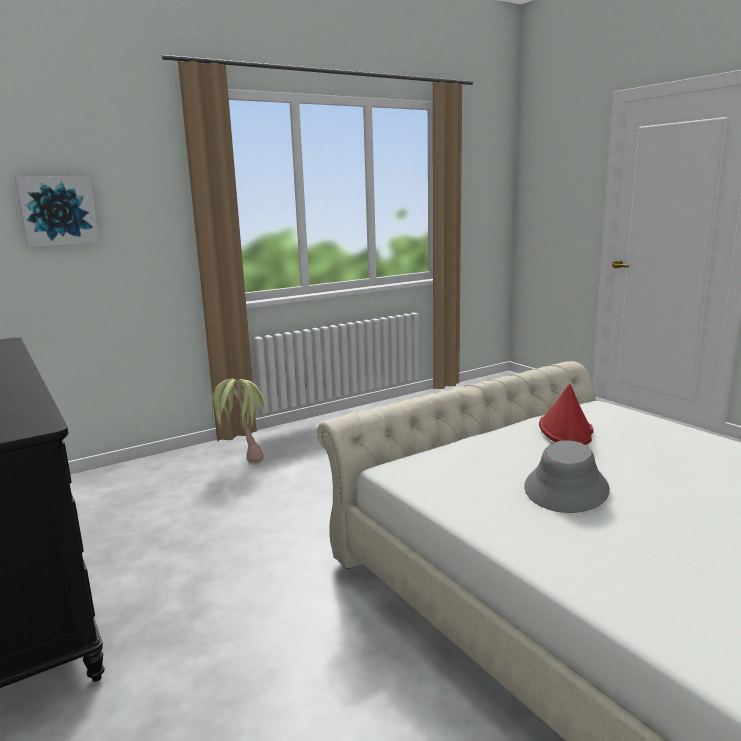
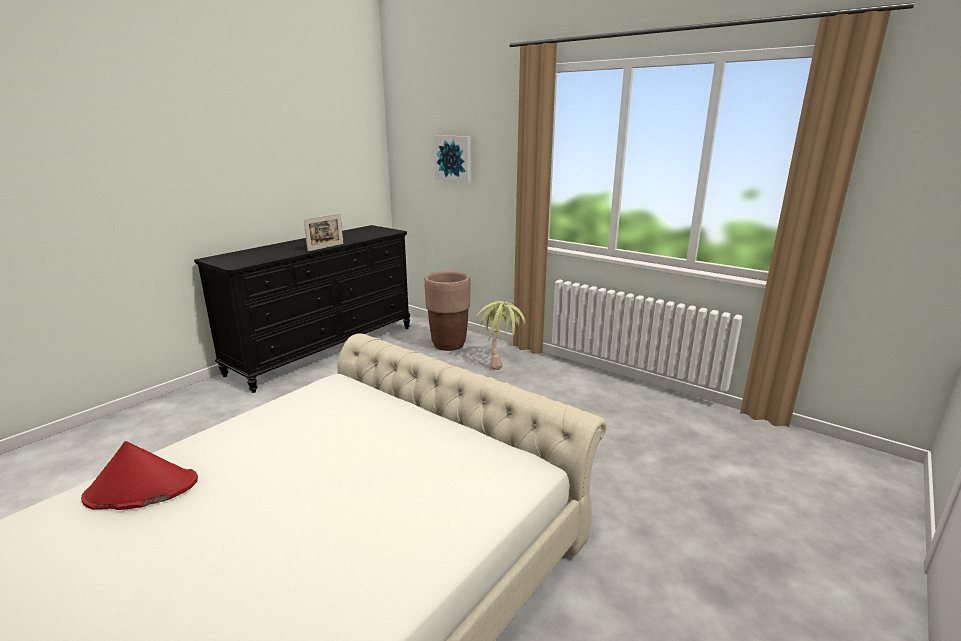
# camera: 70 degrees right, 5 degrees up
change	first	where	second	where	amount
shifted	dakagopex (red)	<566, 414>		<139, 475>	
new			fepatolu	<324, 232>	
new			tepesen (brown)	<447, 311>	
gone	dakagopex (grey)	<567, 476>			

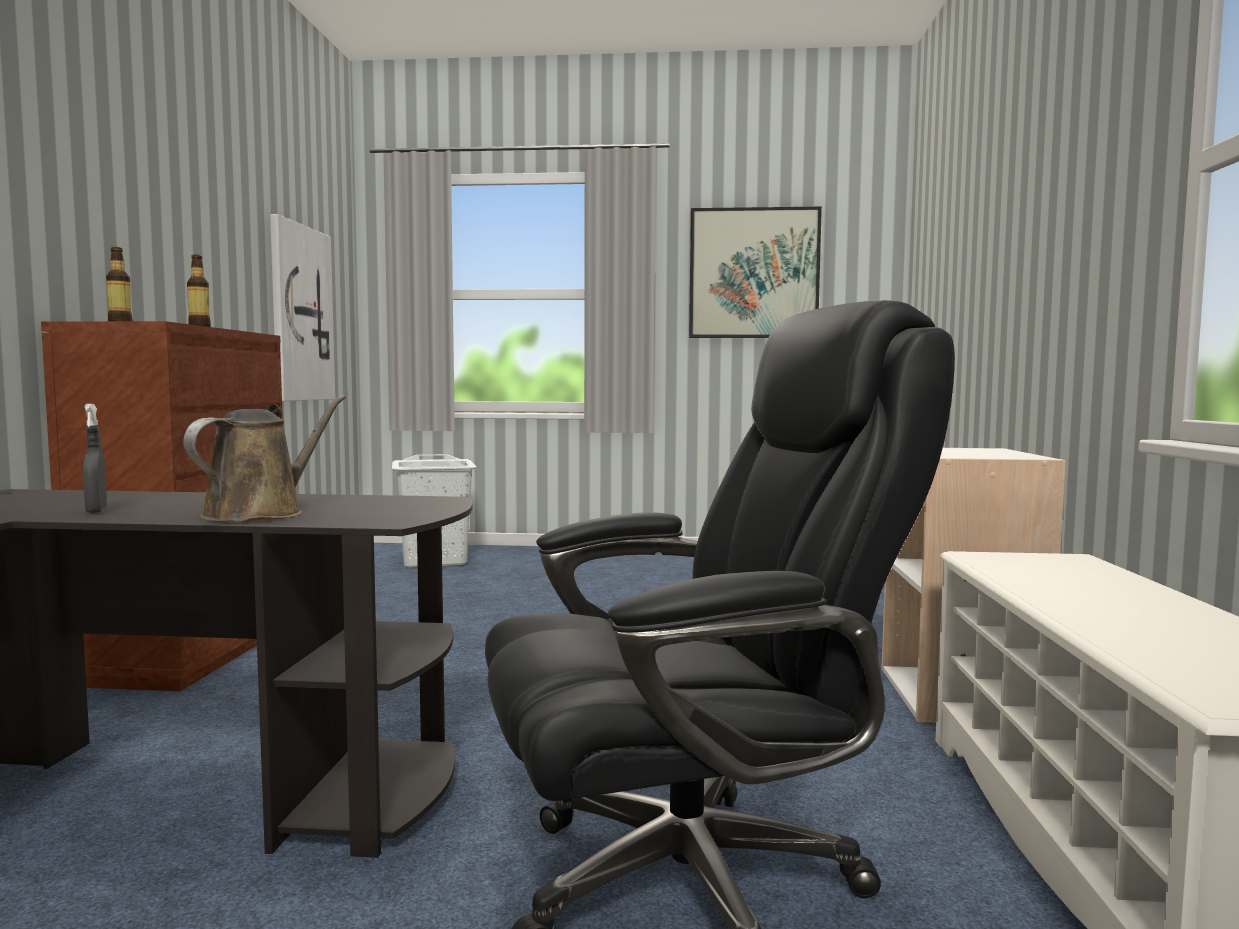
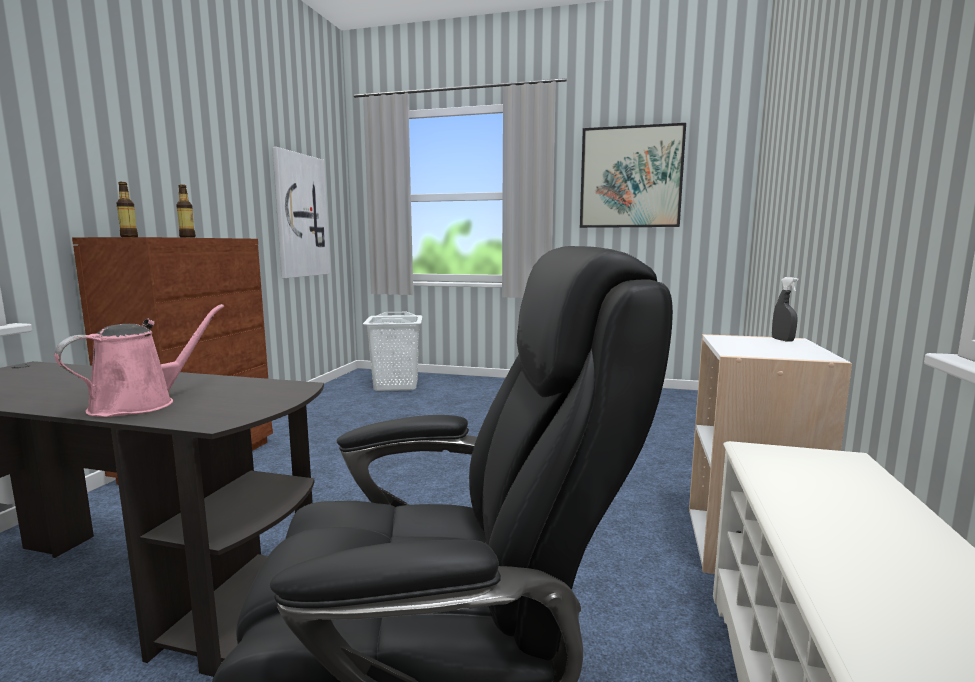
# camera: 10 degrees right, 5 degrees up
change	first	where	second	where	amount
repainted	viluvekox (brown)	<264, 458>	viluvekox (pink)	<139, 360>	
shifted	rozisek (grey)	<95, 458>		<785, 309>	

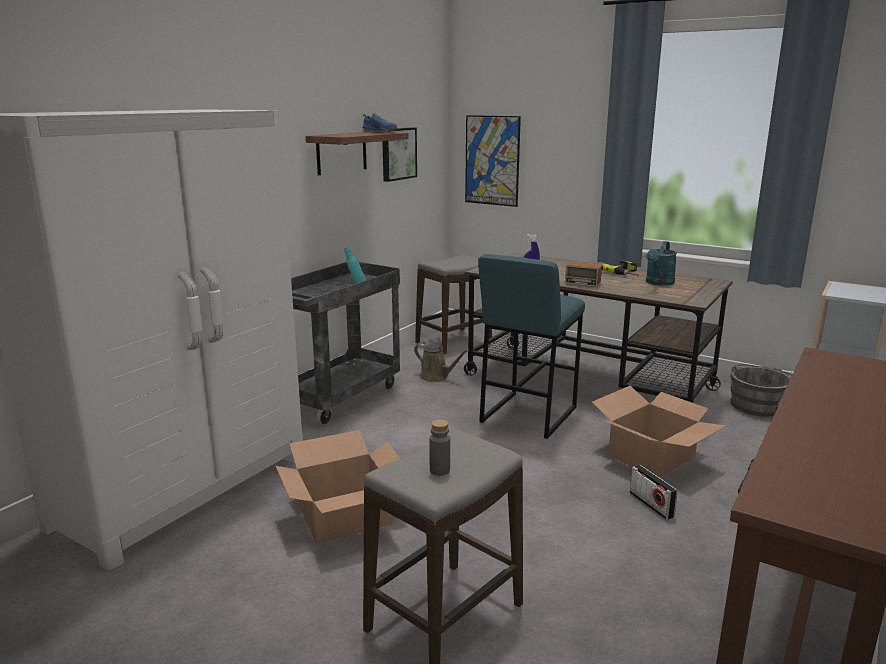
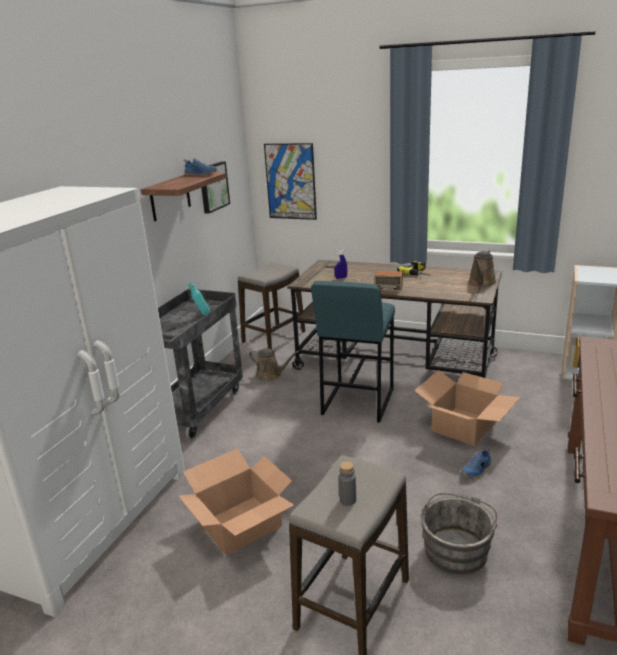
# camera: 10 degrees left, 5 degrees up
change	first	where	second	where	amount
shifted	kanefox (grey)	<761, 390>		<459, 534>	
swapped	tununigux	<654, 492>	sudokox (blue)	<476, 463>	
new			viluvekox (brown)	<482, 268>	
gone	viluvekox (turquoise)	<661, 263>			

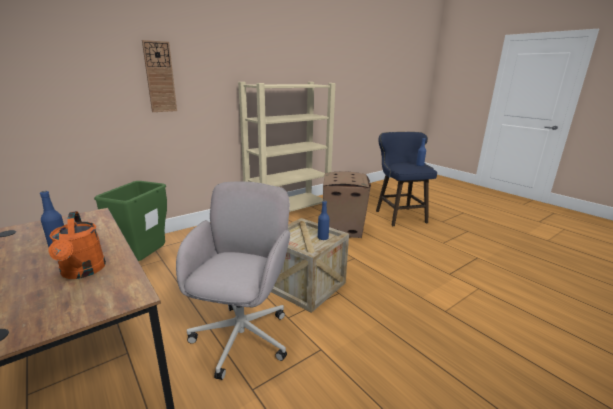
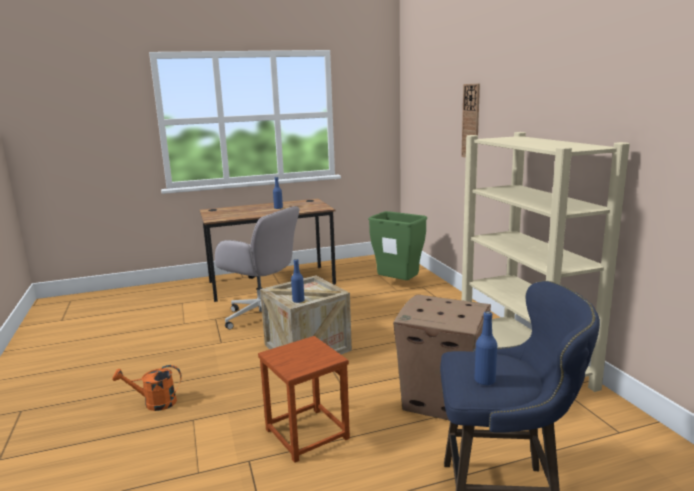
# camera: 110 degrees right, 5 degrees down
change	first	where	second	where	amount
shifted	viluvekox (orange)	<77, 245>		<147, 388>	
new			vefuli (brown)	<304, 399>	

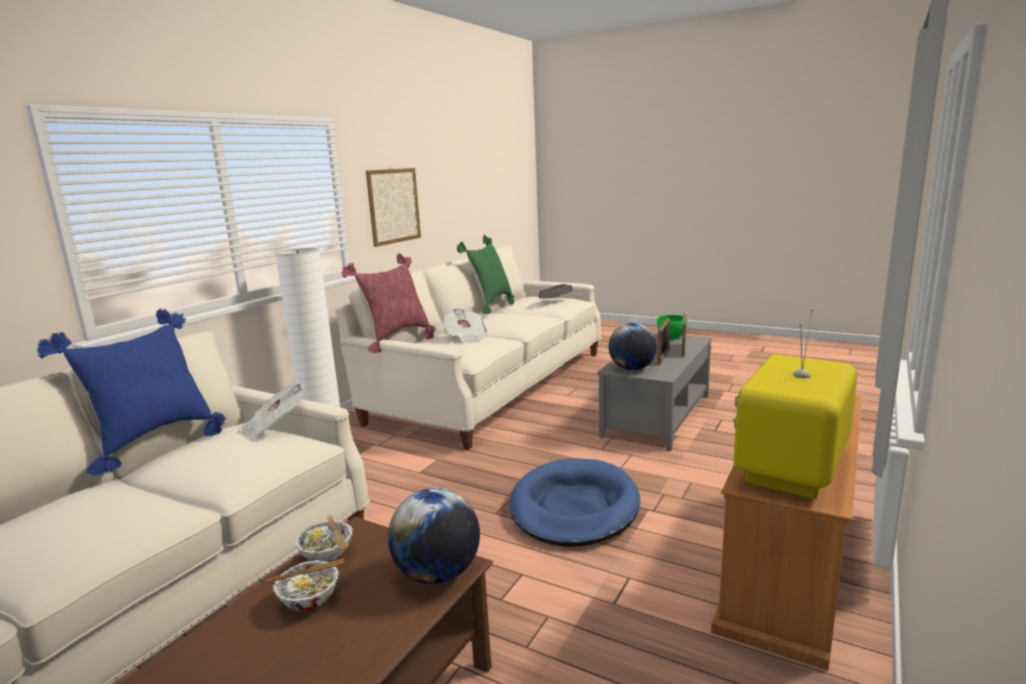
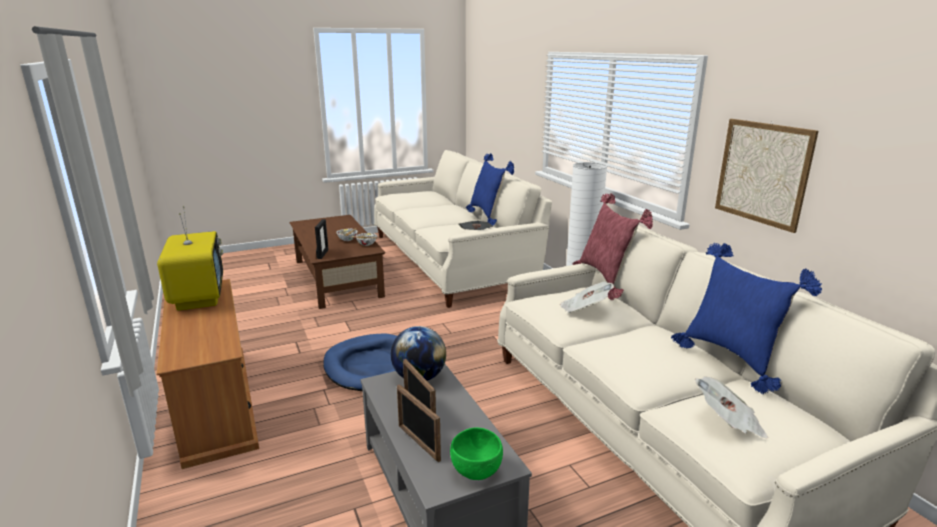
# camera: 125 degrees right, 5 degrees up
change	first	where	second	where	amount
swapped	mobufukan	<434, 536>	fepatolu	<322, 239>	
repainted	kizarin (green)	<485, 275>	kizarin (blue)	<746, 319>	

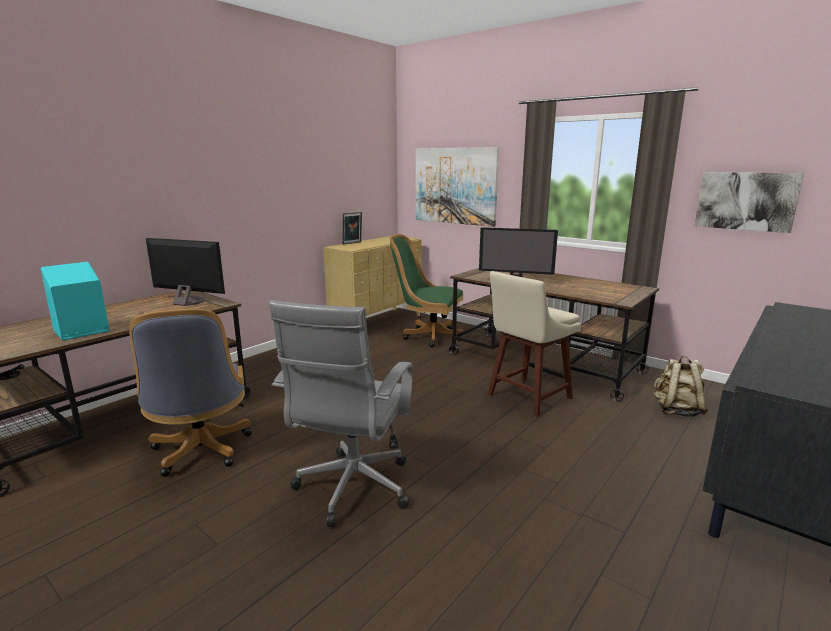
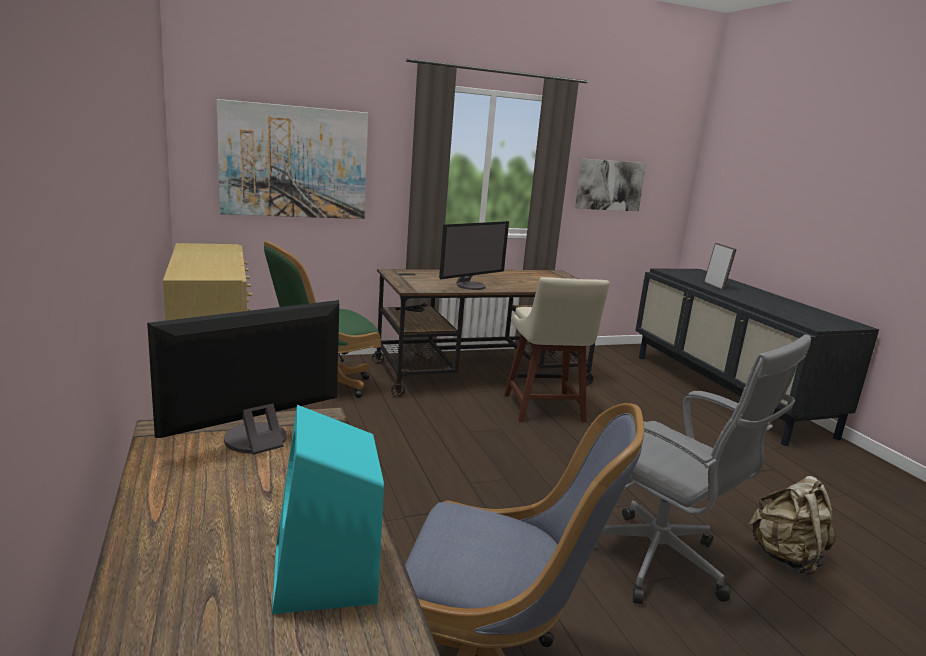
# camera: 60 degrees left, 0 degrees up
change	first	where	second	where	amount
shifted	fepatolu	<352, 228>		<720, 266>	
shifted	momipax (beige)	<681, 386>		<792, 526>	

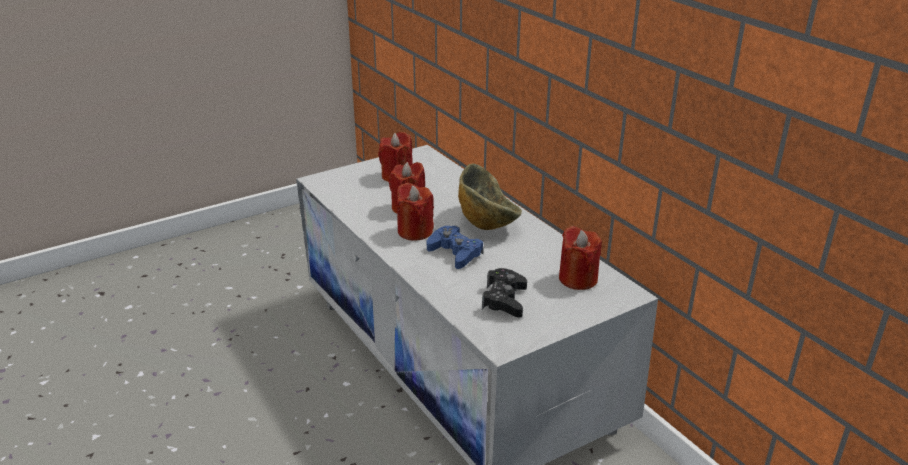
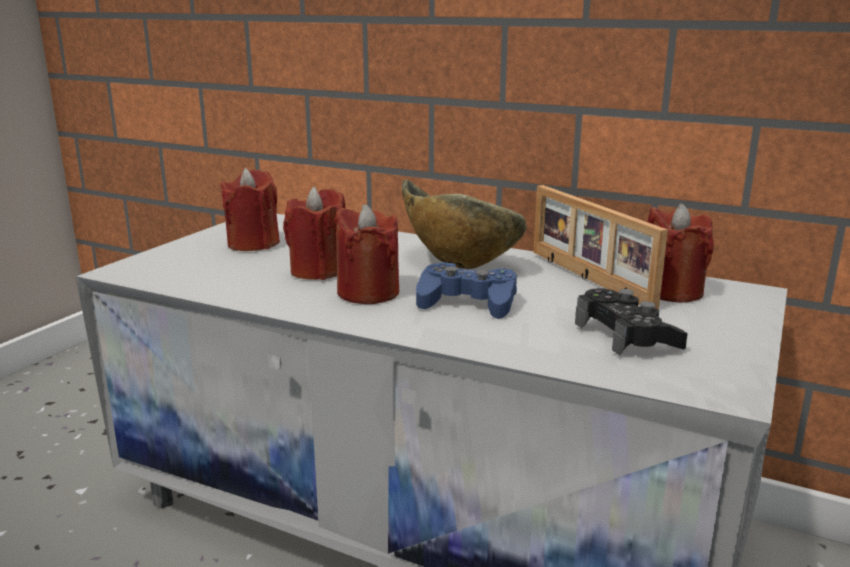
# camera: 30 degrees left, 10 degrees down
change	first	where	second	where	amount
new			fepatolu	<601, 247>	

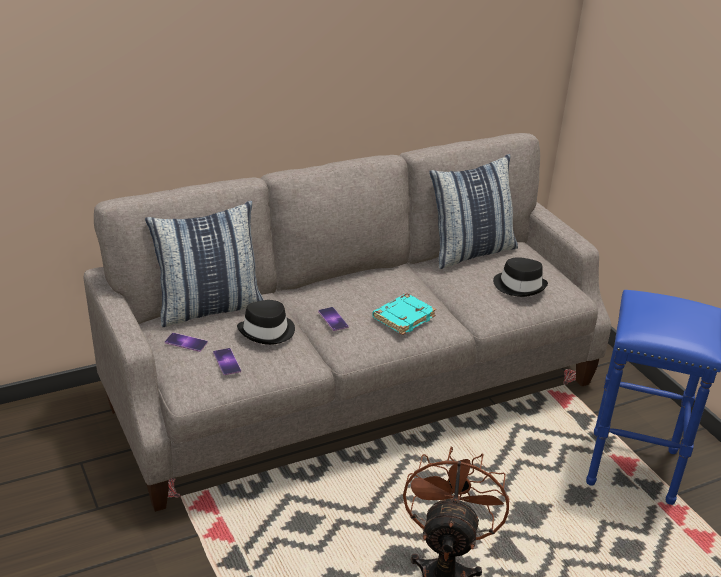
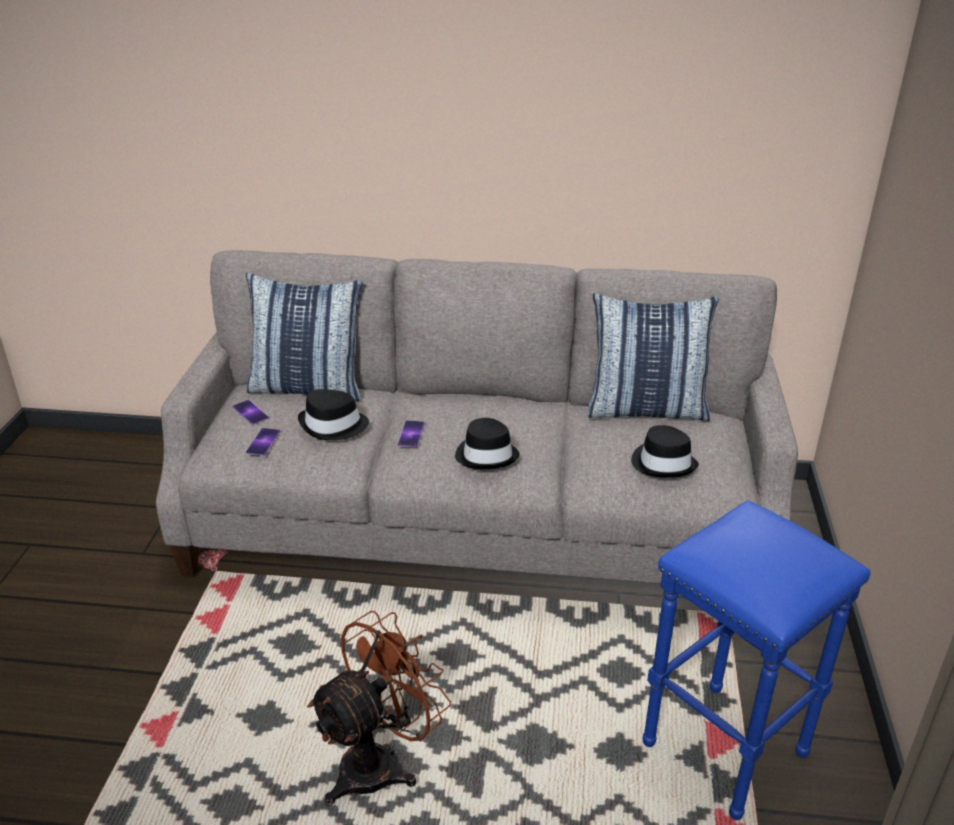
# camera: 35 degrees right, 0 degrees up
change	first	where	second	where	amount
swapped	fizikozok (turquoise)	<404, 314>	dakagopex (black)	<487, 443>	

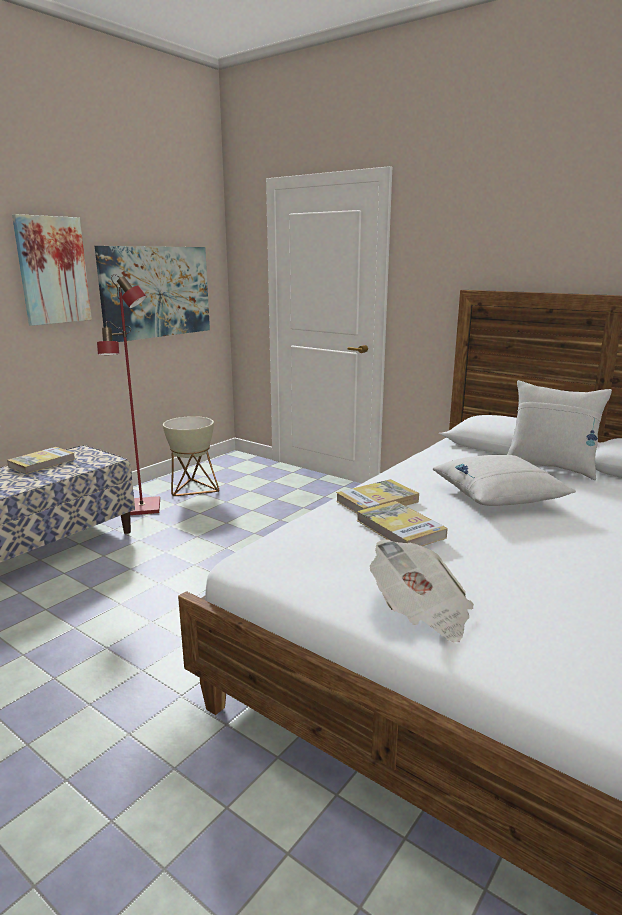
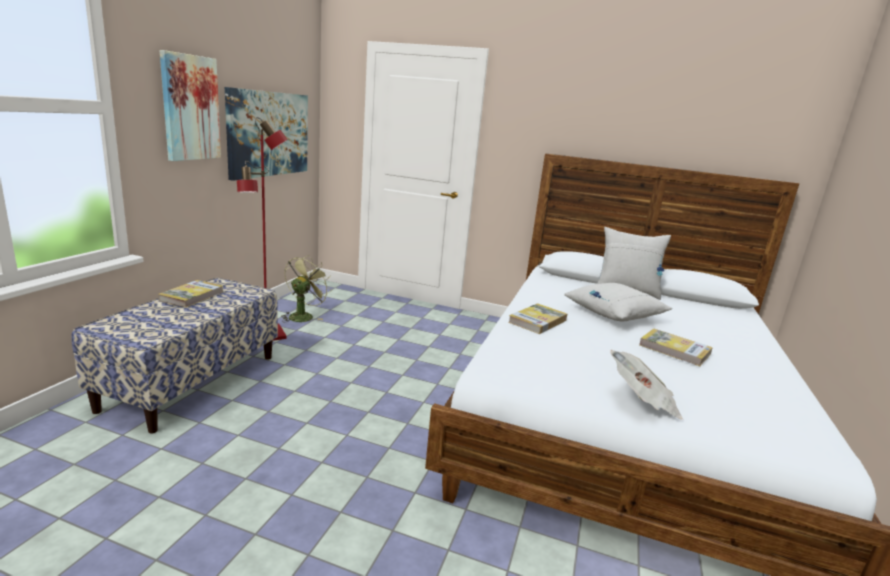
# camera: 20 degrees left, 0 degrees up
change	first	where	second	where	amount
swapped	tepesen	<191, 456>	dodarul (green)	<306, 288>	
shifted	fizikozok	<402, 523>		<676, 347>	

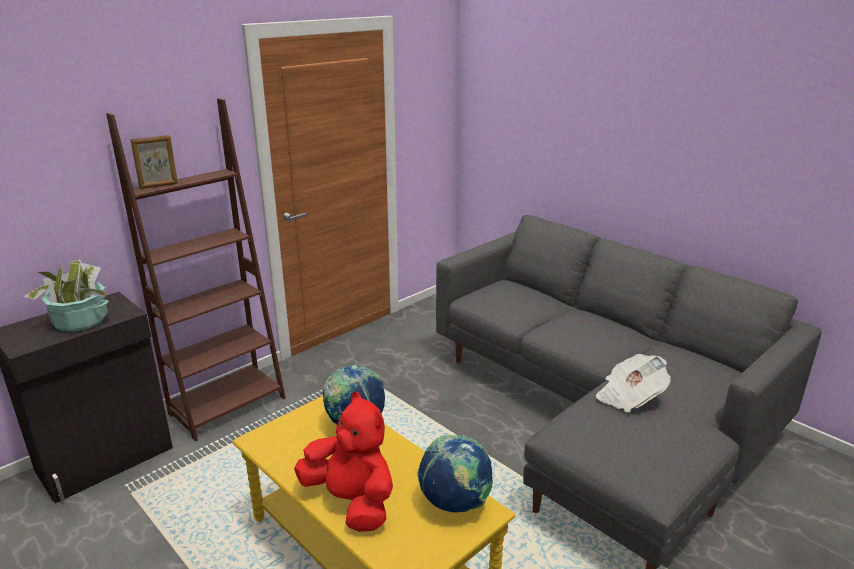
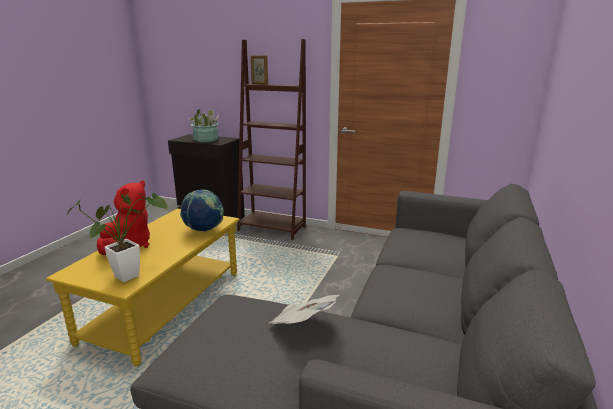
# camera: 65 degrees right, 5 degrees down
change	first	where	second	where	amount
swapped	mobufukan	<455, 473>	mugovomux	<117, 237>	

